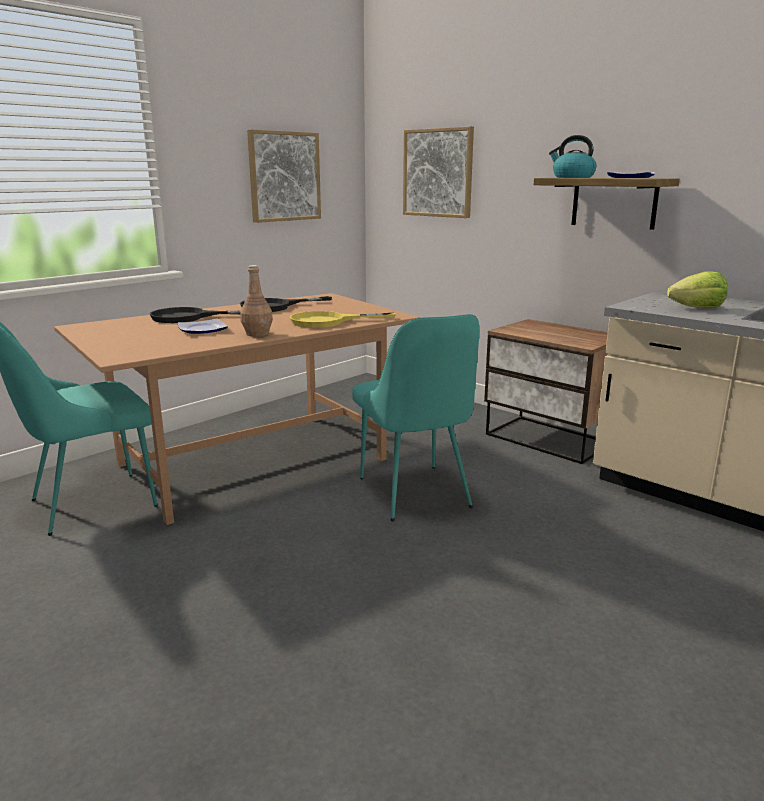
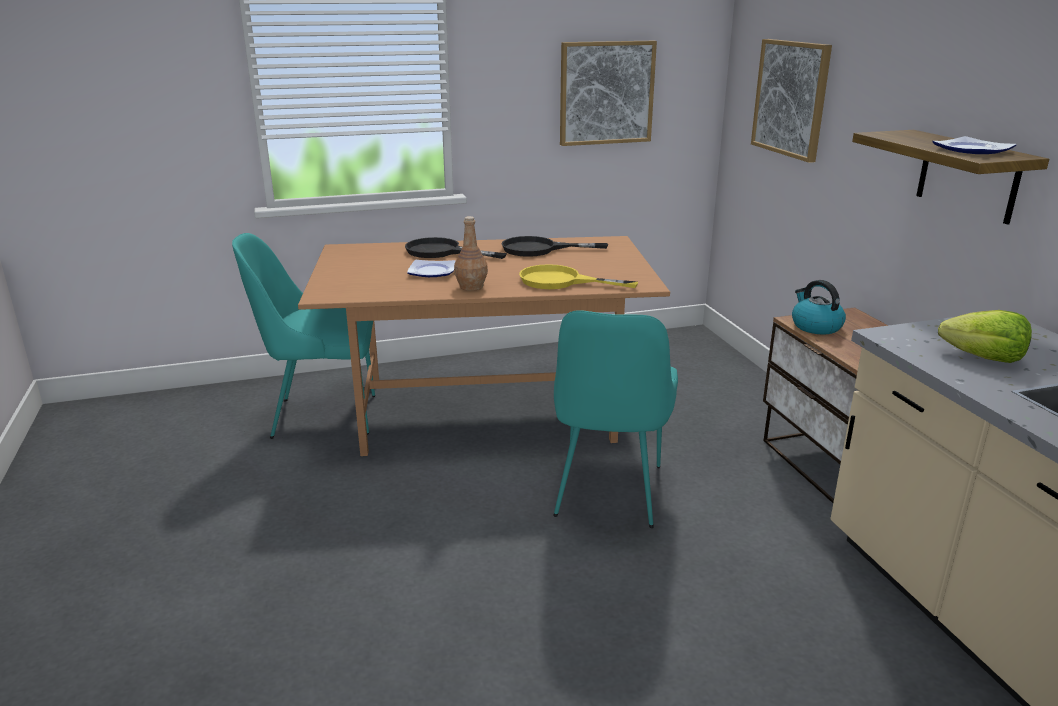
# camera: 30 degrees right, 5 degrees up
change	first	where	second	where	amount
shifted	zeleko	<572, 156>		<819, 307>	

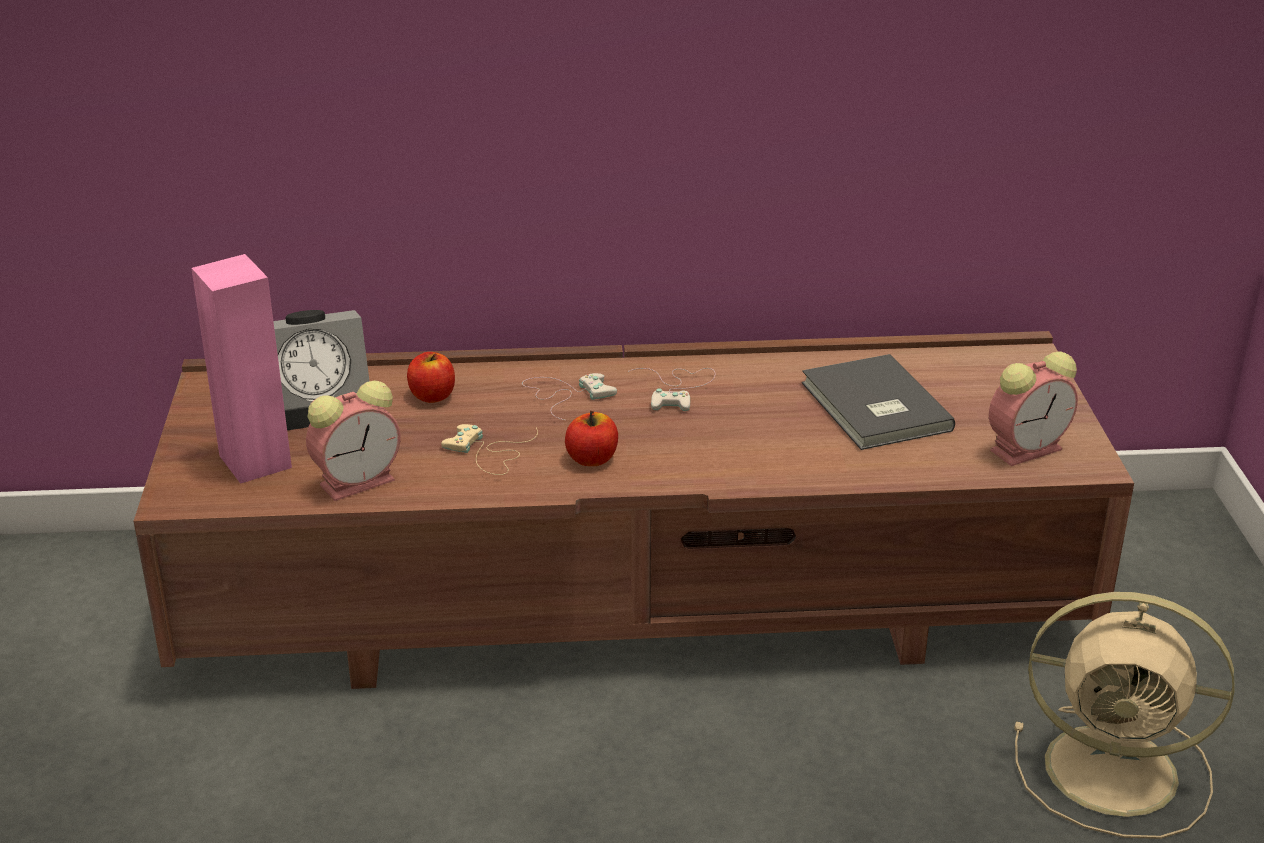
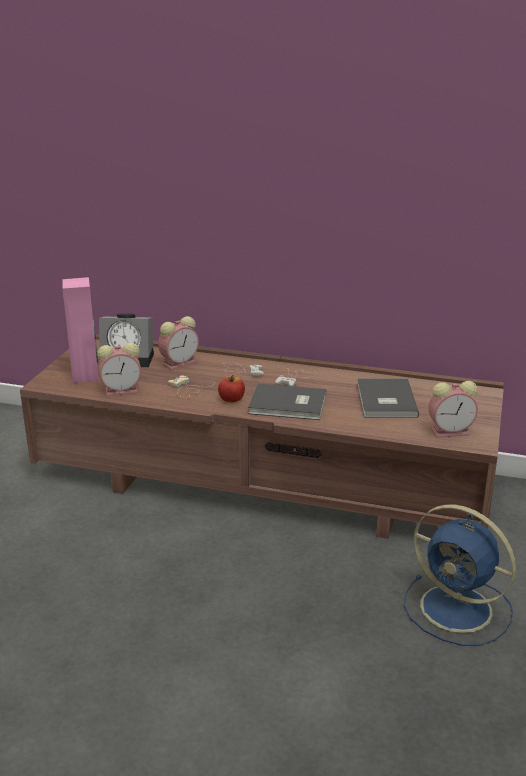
# camera: 20 degrees right, 5 degrees down
change	first	where	second	where	amount
swapped	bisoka	<431, 377>	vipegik	<178, 343>	
new			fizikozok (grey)	<287, 402>	
repainted	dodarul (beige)	<1124, 715>	dodarul (blue)	<460, 575>	

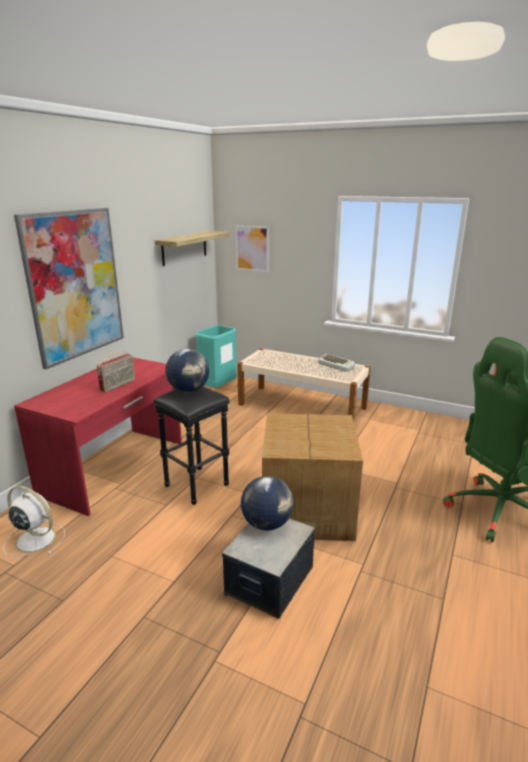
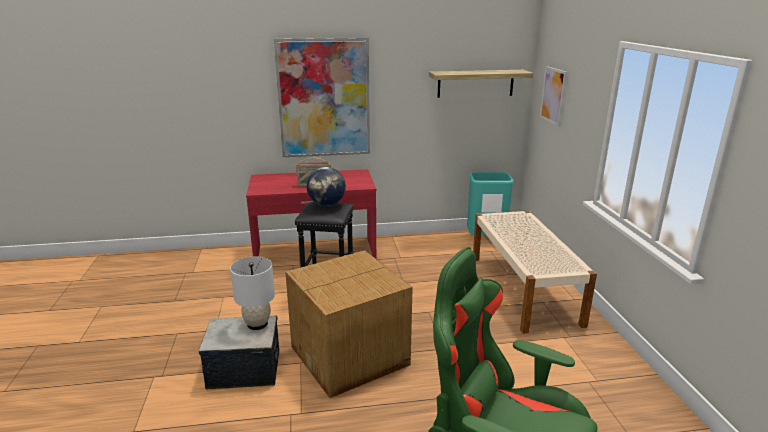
# camera: 55 degrees right, 0 degrees up
change	first	where	second	where	amount
swapped	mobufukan	<267, 503>	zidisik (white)	<252, 293>	
gone	dodarul (white)	<34, 521>			
gone	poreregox	<336, 363>			

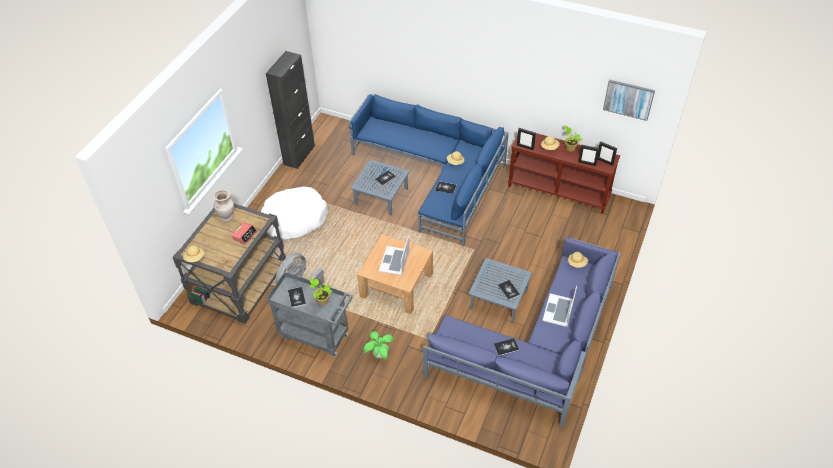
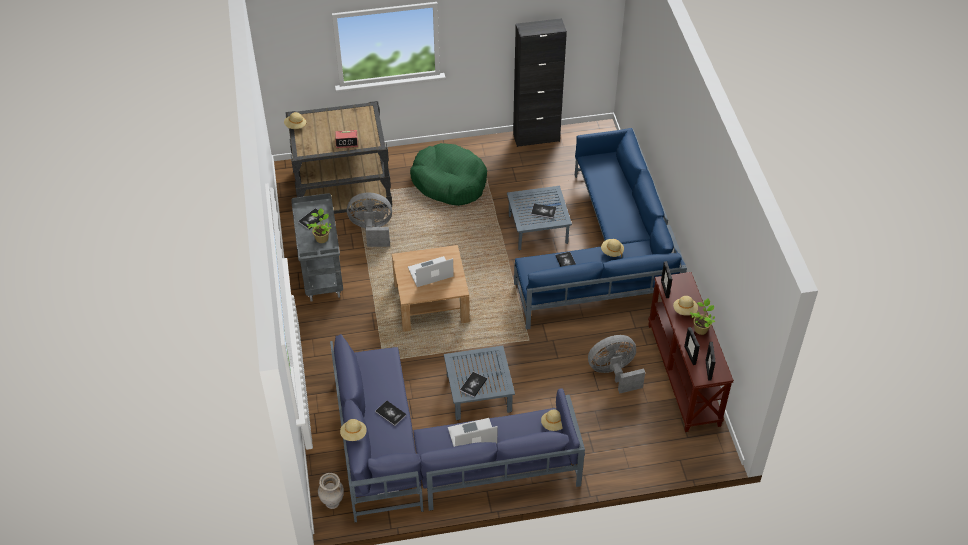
# camera: 55 degrees right, 0 degrees up
change	first	where	second	where	amount
shifted	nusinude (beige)	<223, 206>		<331, 491>	
new			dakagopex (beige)	<353, 430>	
repainted	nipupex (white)	<294, 213>	nipupex (green)	<448, 174>	
new			dodarul (grey)	<616, 364>	
gone	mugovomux	<378, 345>			
gone	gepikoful	<629, 100>			

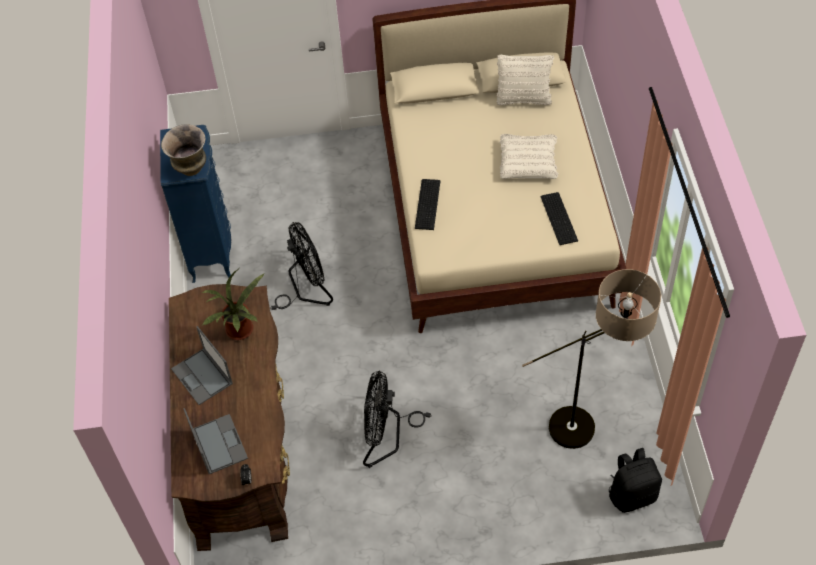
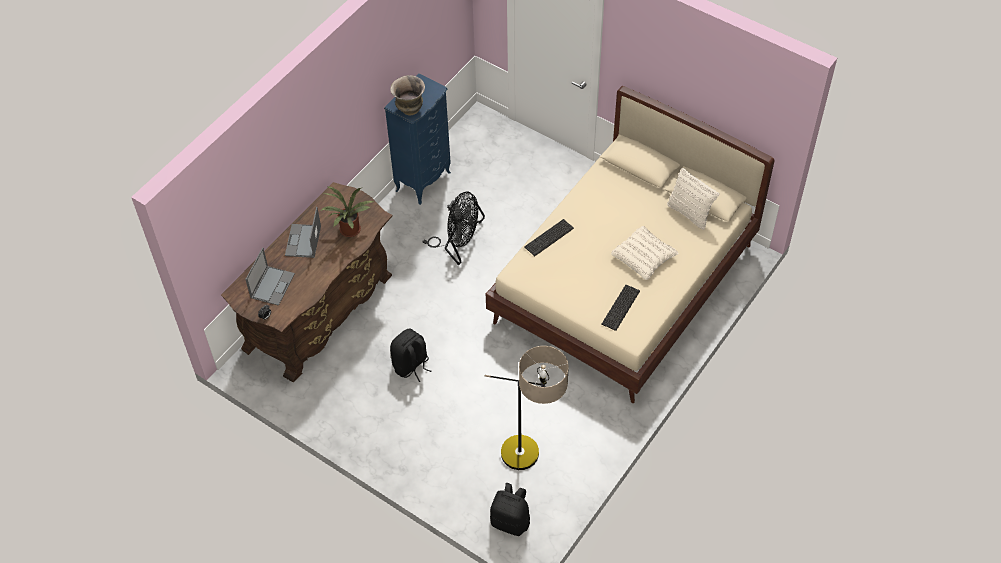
# camera: 40 degrees right, 0 degrees up
change	first	where	second	where	amount
swapped	dodarul (black)	<397, 419>	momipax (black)	<411, 355>	

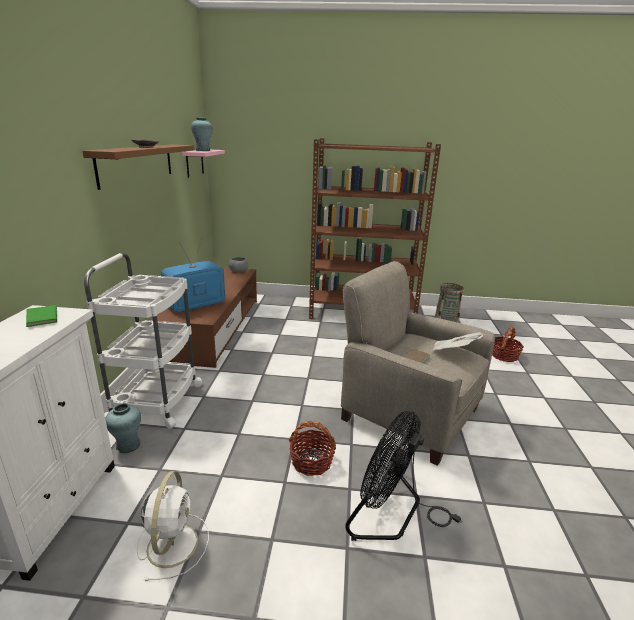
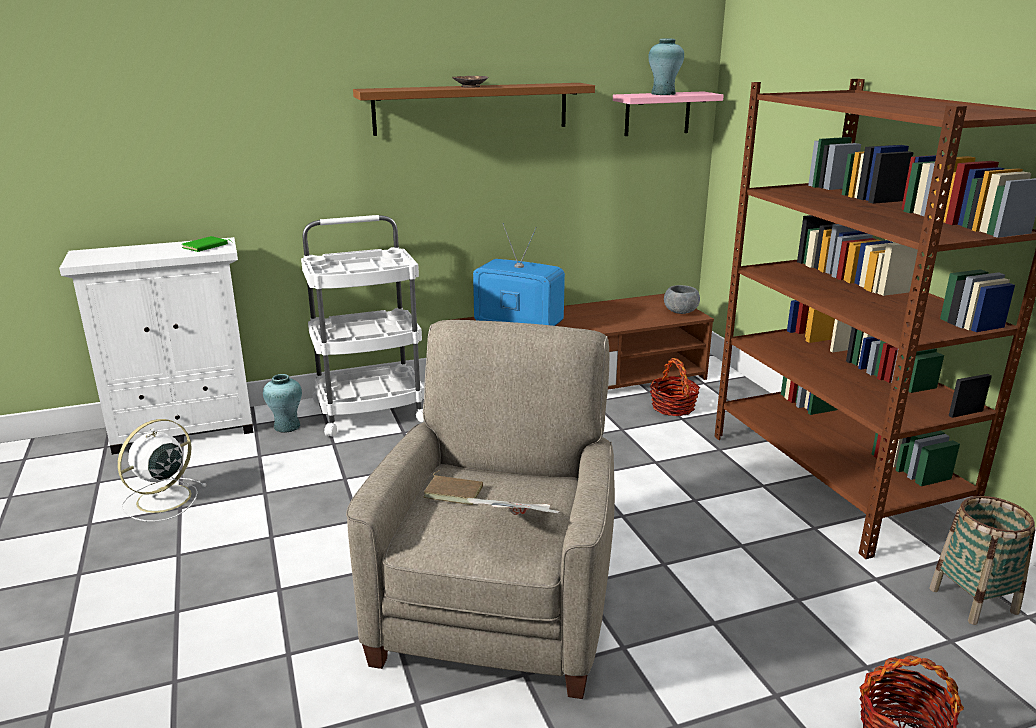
# camera: 65 degrees right, 0 degrees up
change	first	where	second	where	amount
rotated	dodarul (white)	<173, 526>		<162, 470>	150 degrees clockwise
shifted	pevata	<312, 448>		<674, 387>	
gone	dodarul (black)	<403, 476>			

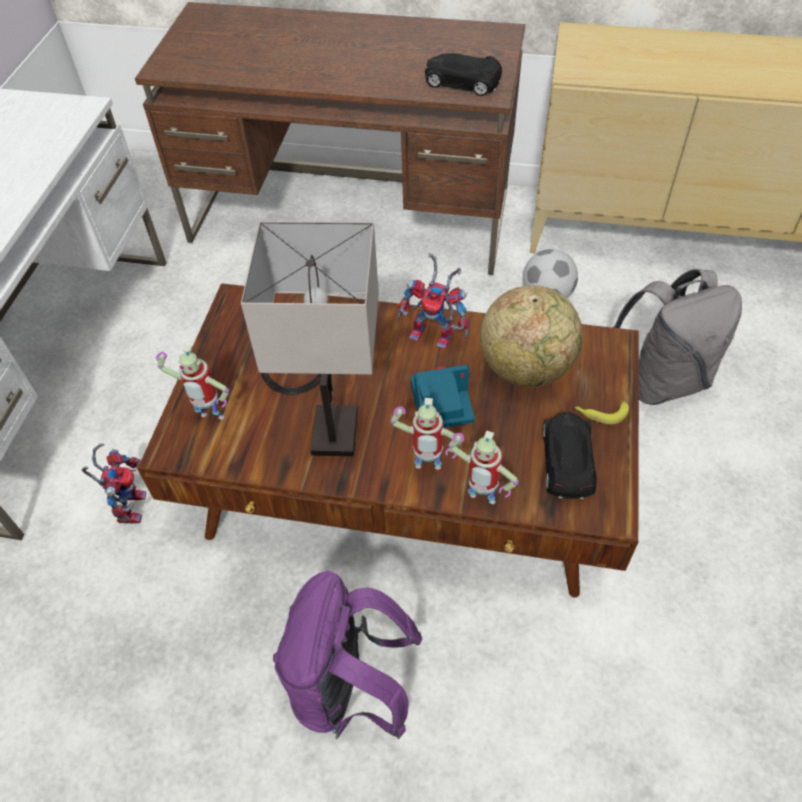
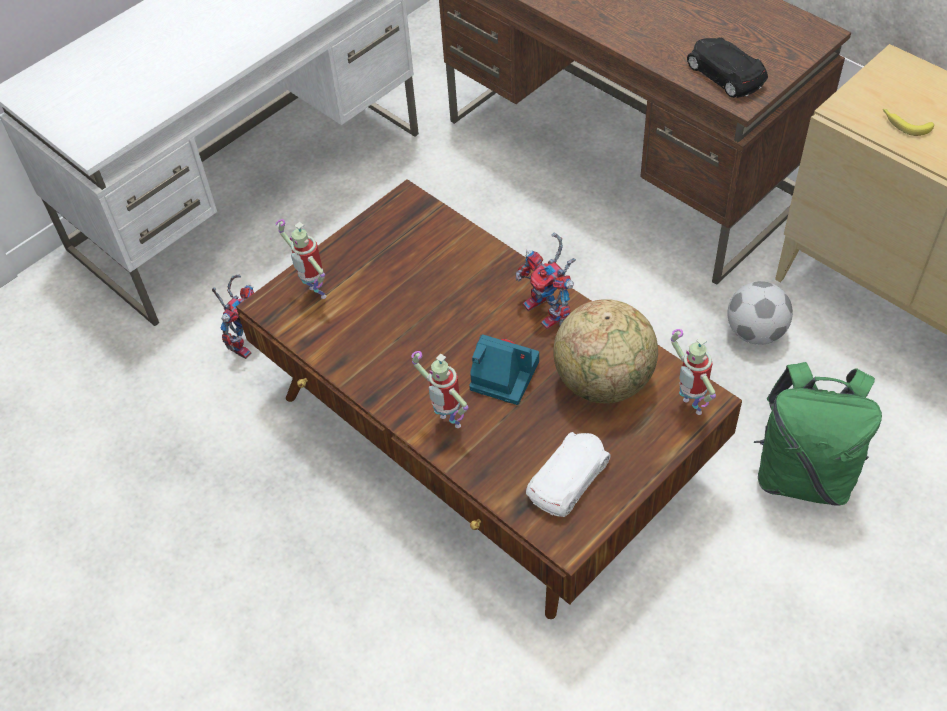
# camera: 35 degrees right, 0 degrees up
change	first	where	second	where	amount
repainted	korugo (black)	<570, 455>	korugo (white)	<568, 474>	
shifted	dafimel	<483, 467>		<693, 372>	
repainted	momipax (grey)	<677, 337>	momipax (green)	<818, 433>	
shifted	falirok	<602, 413>		<908, 122>	
gone	zidisik	<310, 338>			
gone	momipax (purple)	<347, 655>			

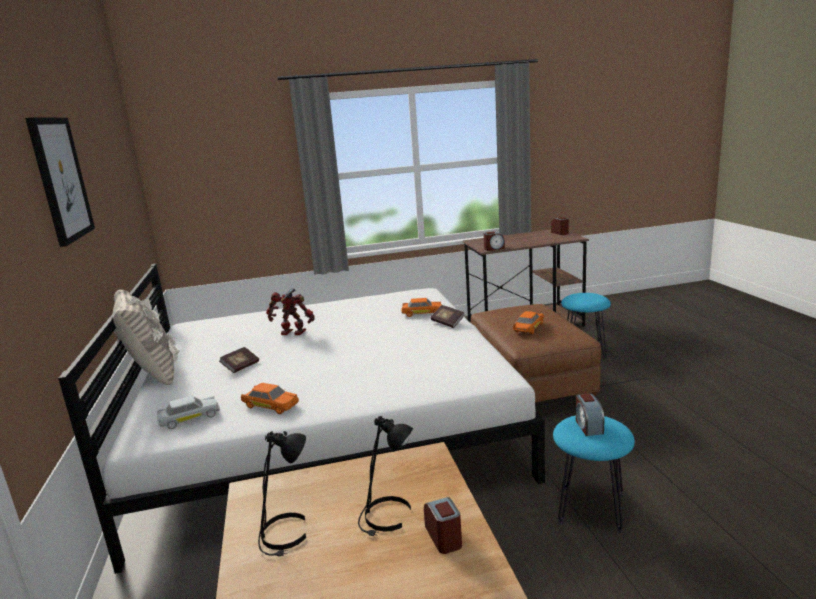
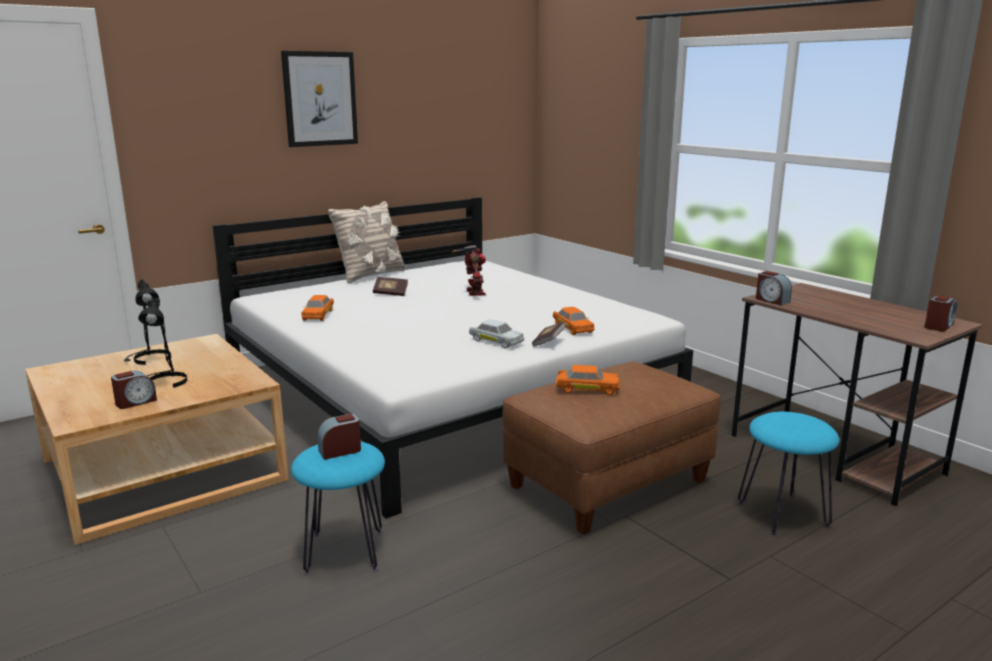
# camera: 65 degrees right, 0 degrees up
change	first	where	second	where	amount
shifted	korugo (white)	<188, 412>		<496, 334>	

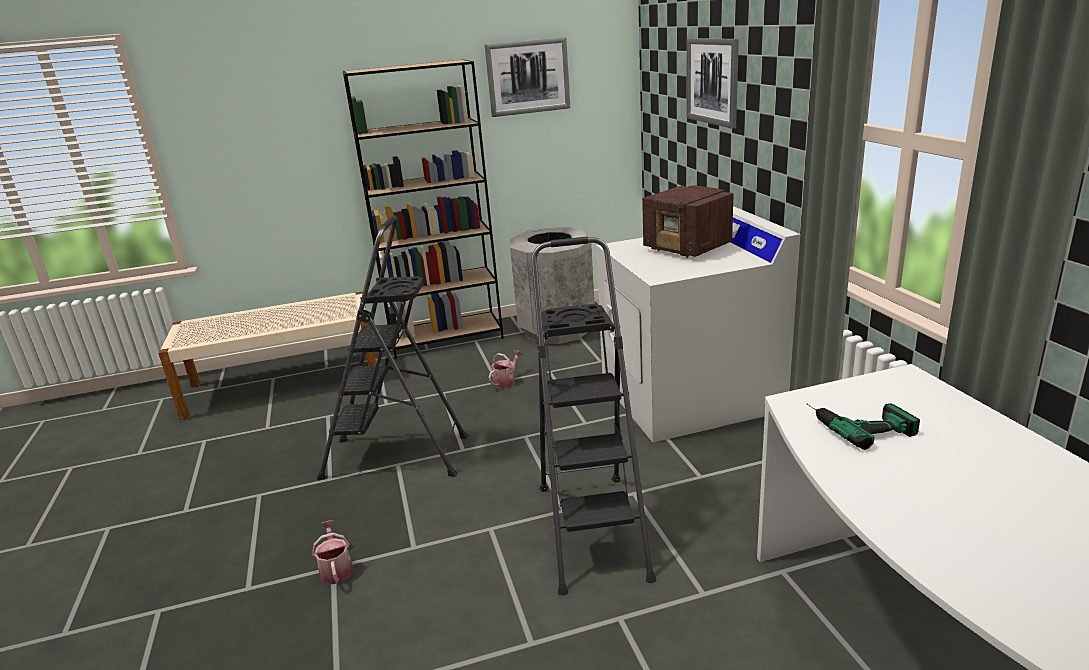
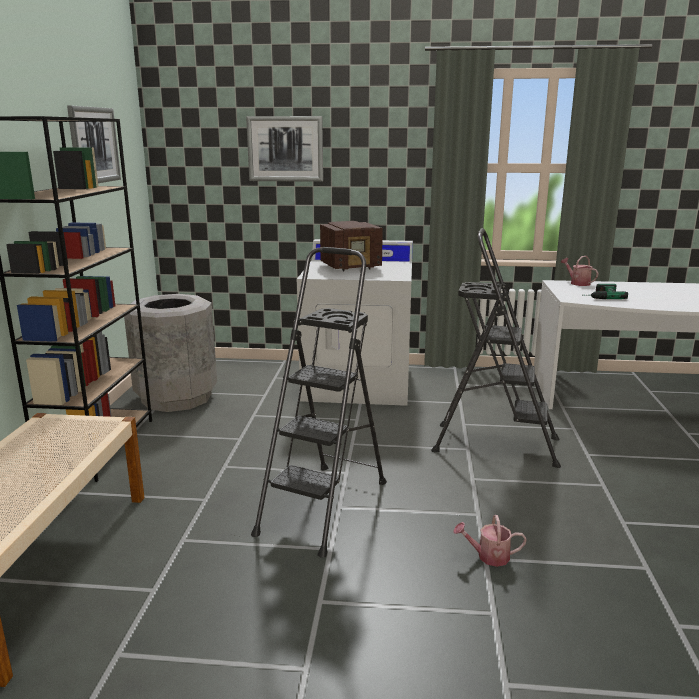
# camera: 70 degrees left, 5 degrees down
change	first	where	second	where	amount
shifted	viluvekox	<505, 369>		<580, 271>	

